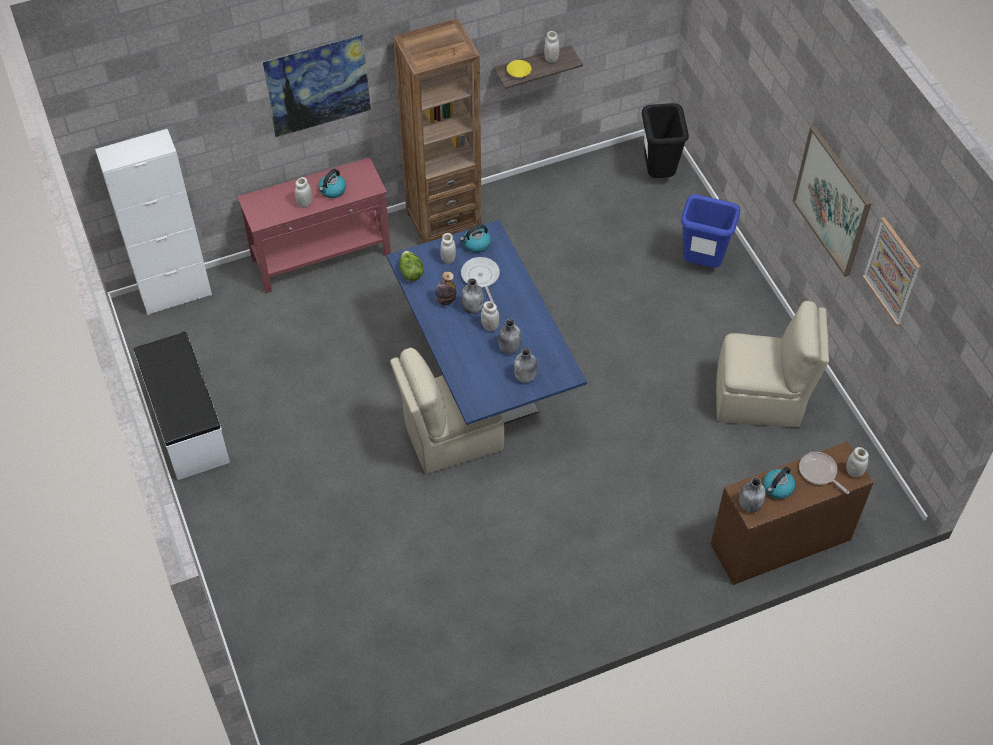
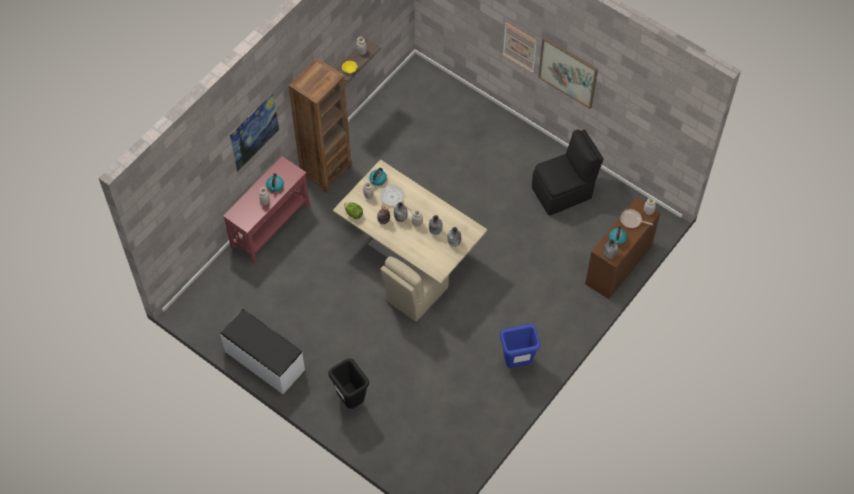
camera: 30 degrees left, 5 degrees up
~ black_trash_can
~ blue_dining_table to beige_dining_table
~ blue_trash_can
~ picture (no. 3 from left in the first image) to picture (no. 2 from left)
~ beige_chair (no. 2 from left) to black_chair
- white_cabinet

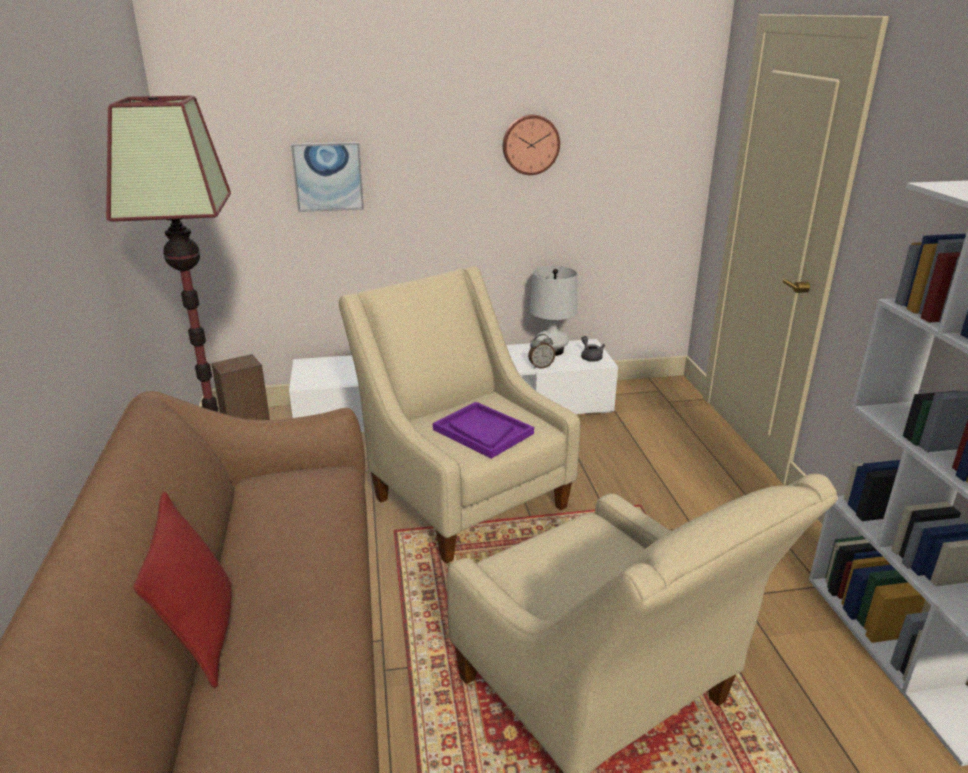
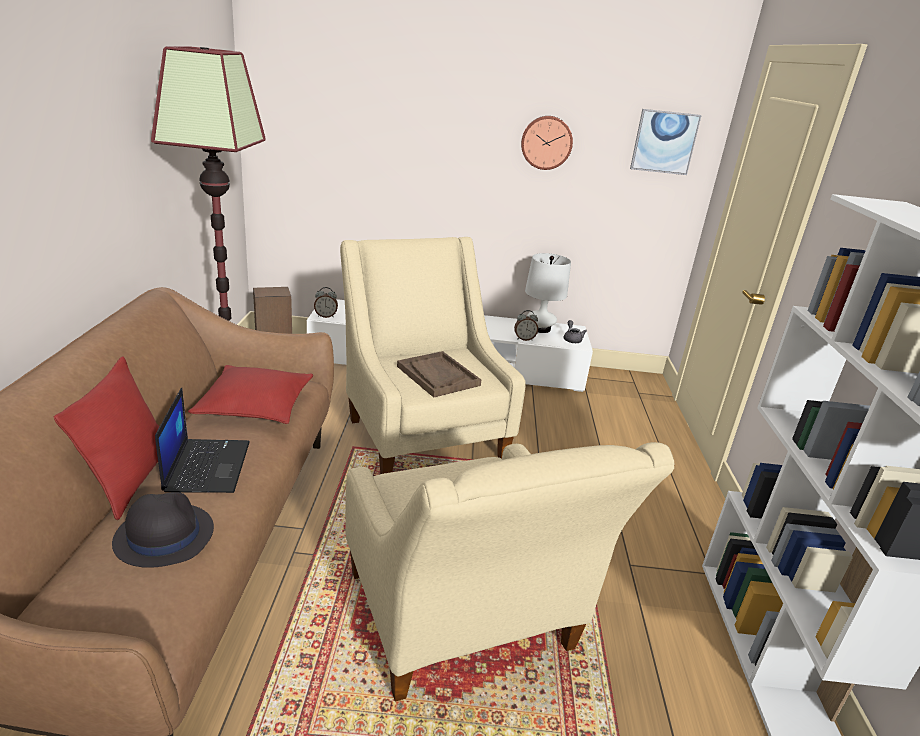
camera: 10 degrees right, 0 degrees up
+ black_hat
+ laptop
+ red_pillow (no. 2 from left)
+ alarm_clock (no. 1 from left)
~ purple_tray to brown_tray
~ picture

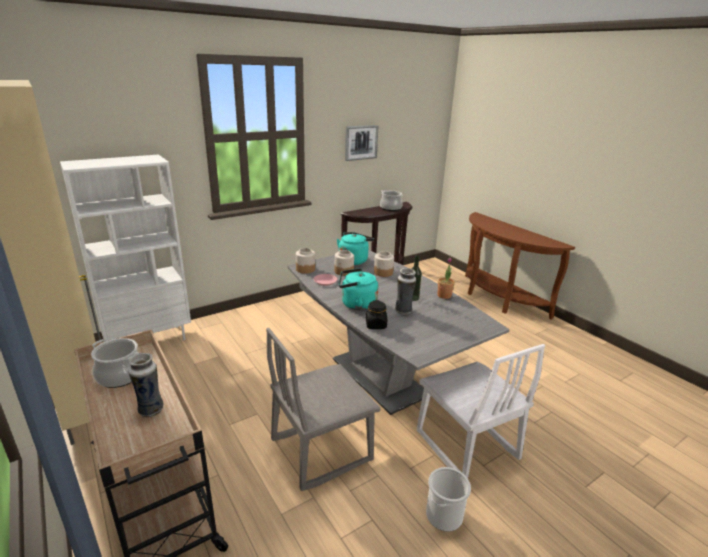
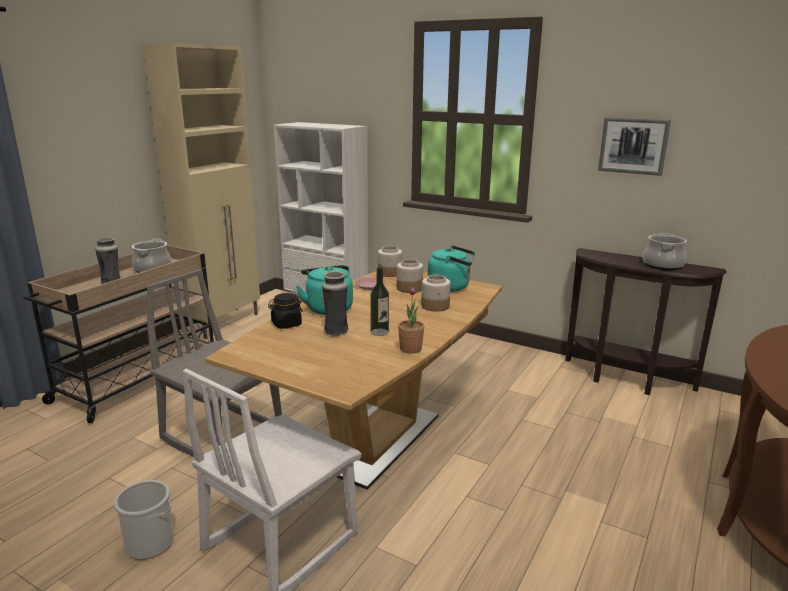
camera: 65 degrees right, 5 degrees down
~ grey_dining_table to brown_dining_table

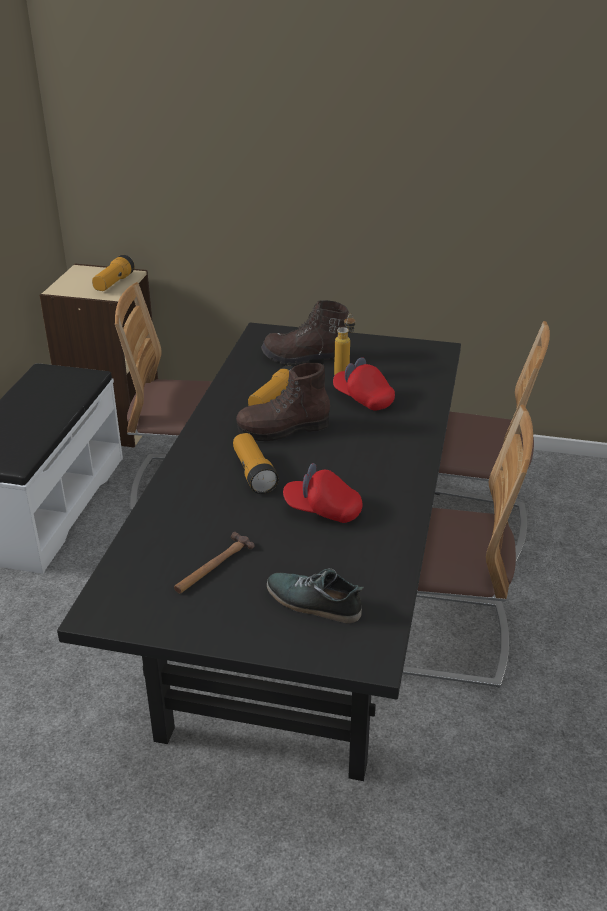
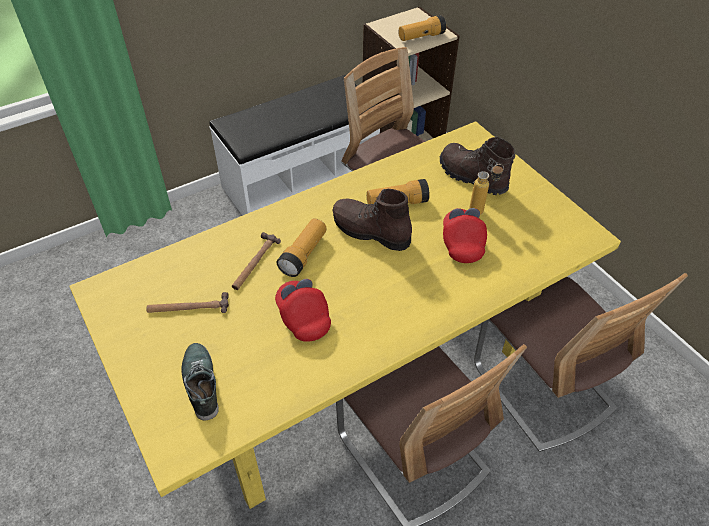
camera: 45 degrees right, 15 degrees up
~ black_dining_table to yellow_dining_table
+ hammer (no. 2 from left)

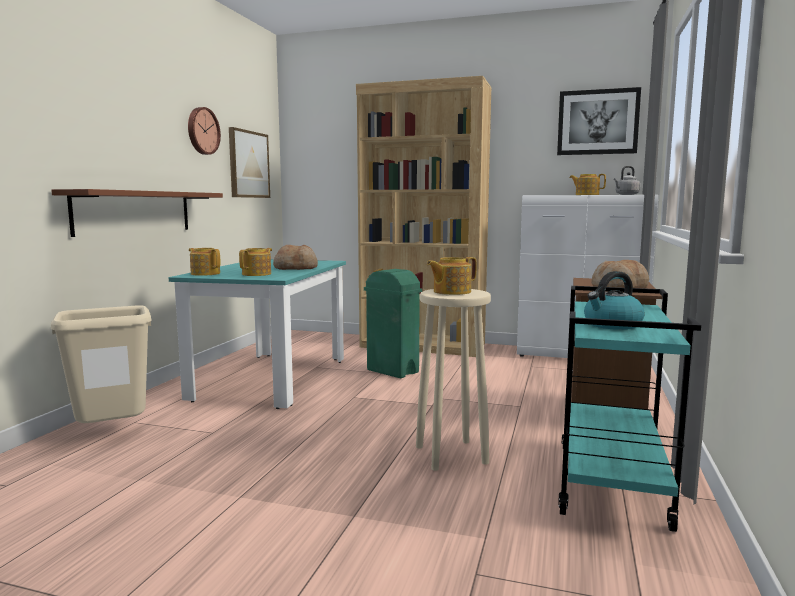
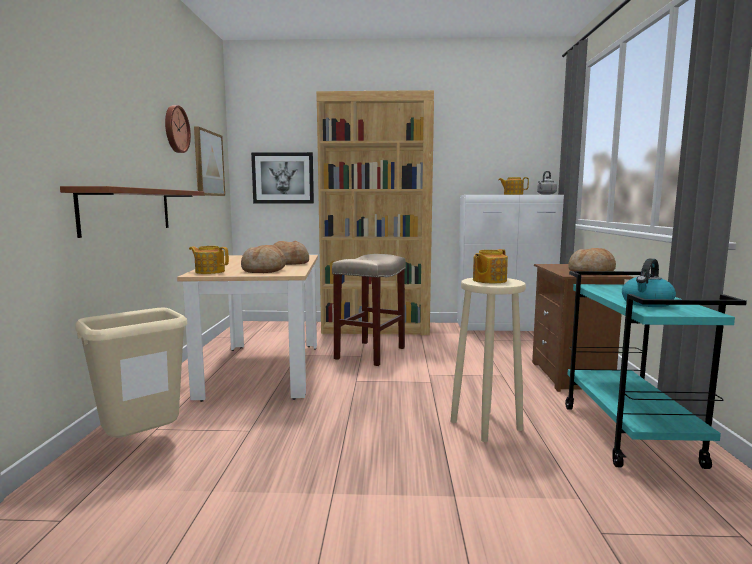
camera: 15 degrees left, 0 degrees up
~ turquoise_dining_table to beige_dining_table
~ teapot (no. 2 from left) to bread (no. 1 from left)
~ picture (no. 2 from left)
~ green_trash_can to beige_stool (no. 1 from left)

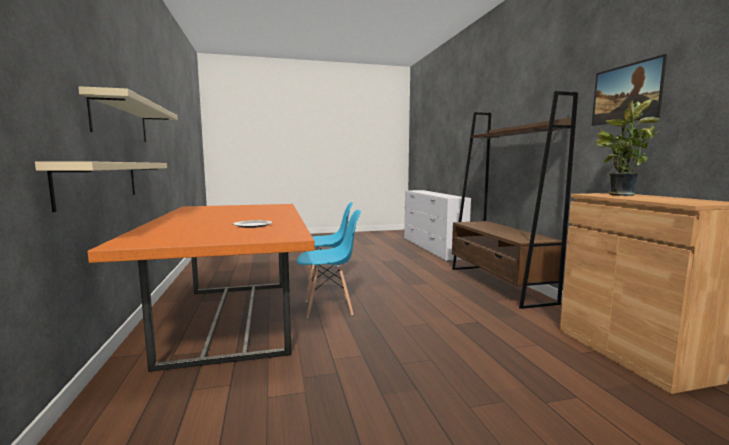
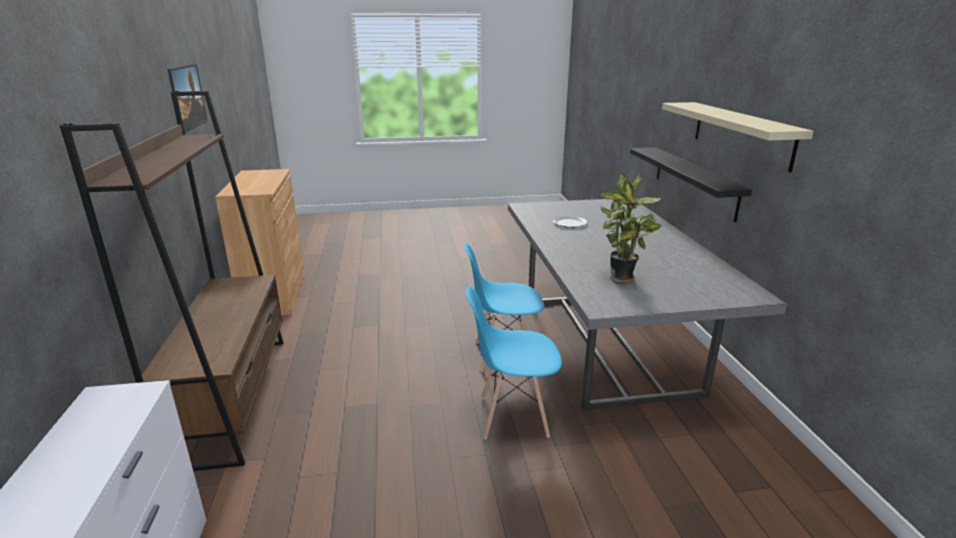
camera: 175 degrees left, 15 degrees up
~ orange_dining_table to grey_dining_table
~ potted_plant
~ beige_shelf (no. 1 from left) to black_shelf

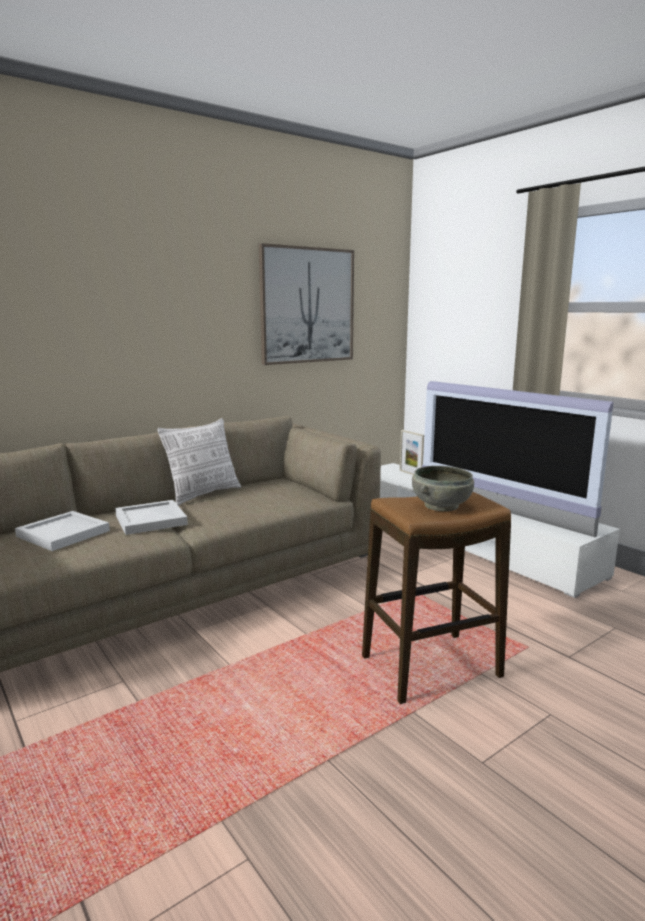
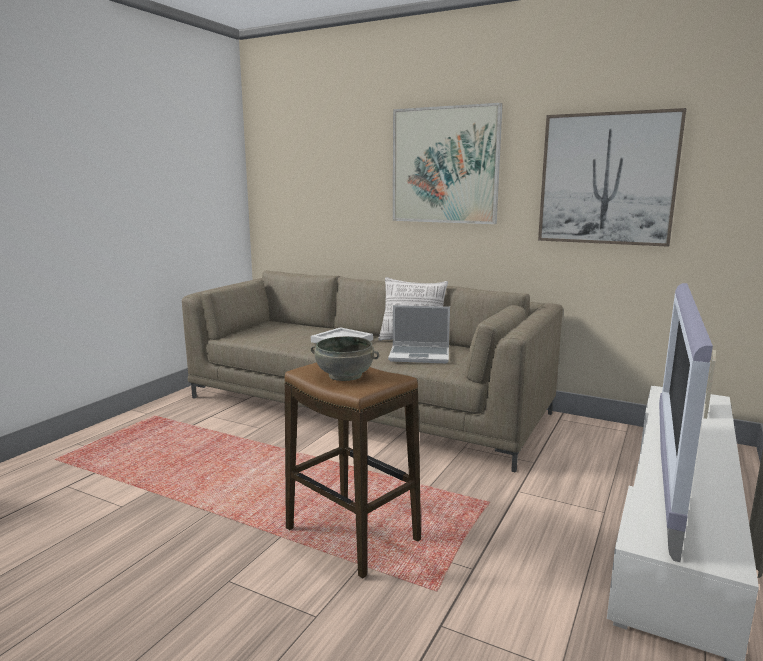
camera: 65 degrees right, 0 degrees up
+ laptop
+ picture (no. 1 from left)
- white_tray (no. 1 from left)

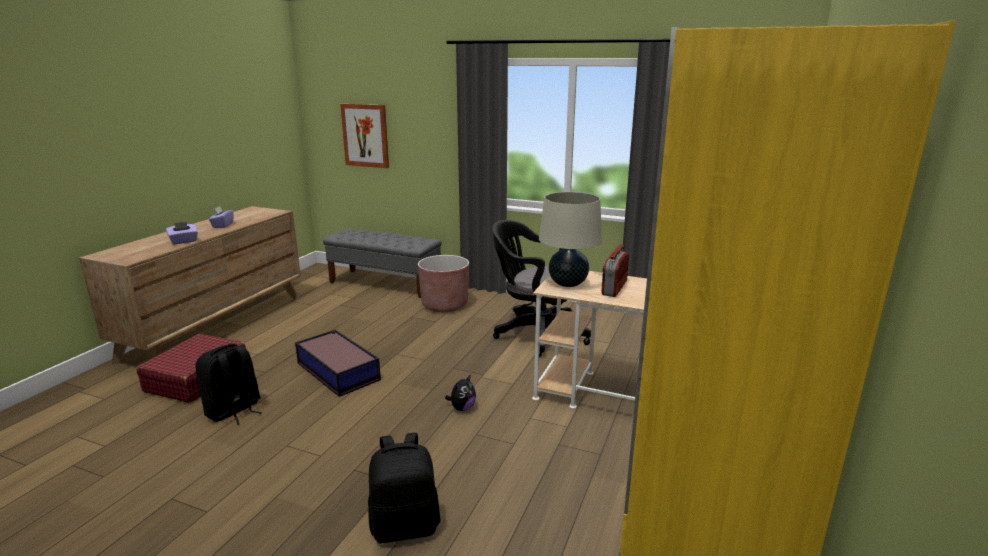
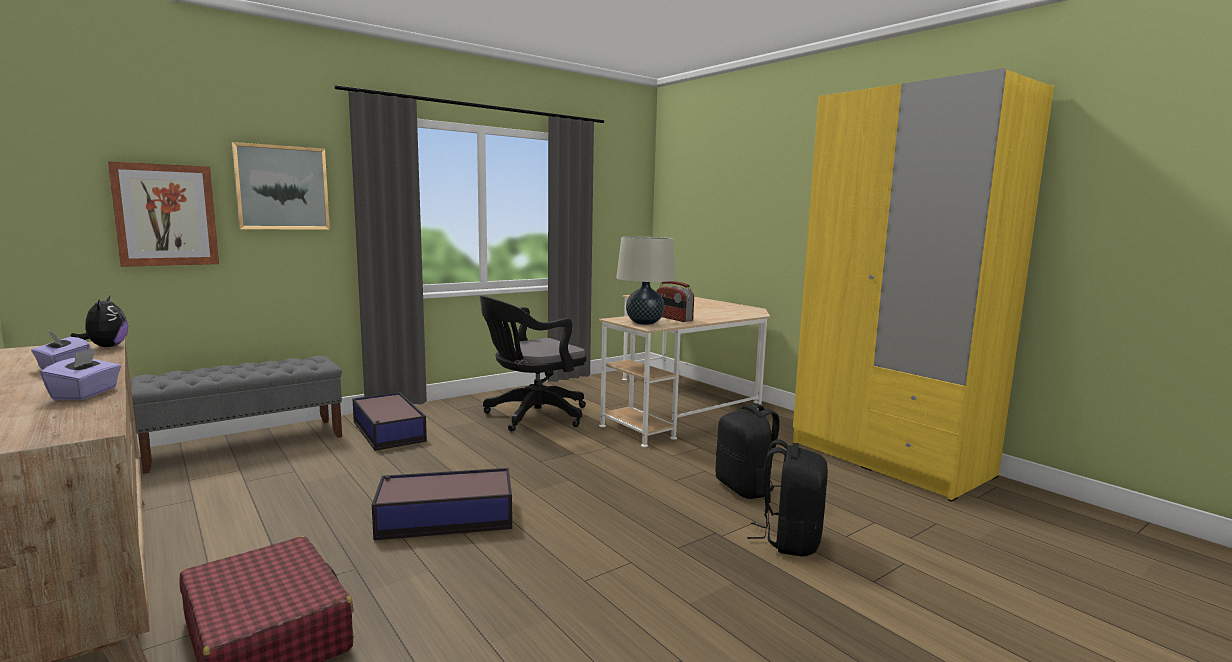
camera: 60 degrees left, 10 degrees down
~ plush_toy
+ picture (no. 2 from left)
~ brown_planter to storage_box (no. 1 from left)
~ black_backpack (no. 1 from left)

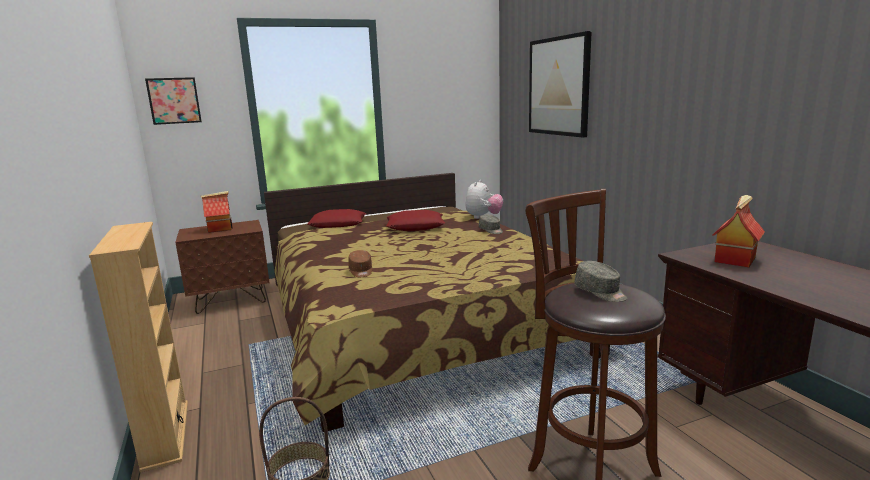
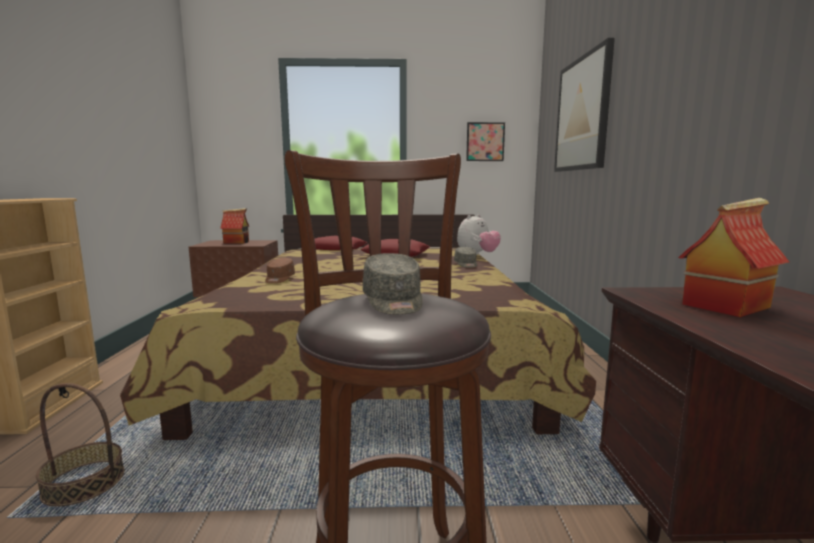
camera: 20 degrees right, 5 degrees down
~ picture (no. 1 from left)

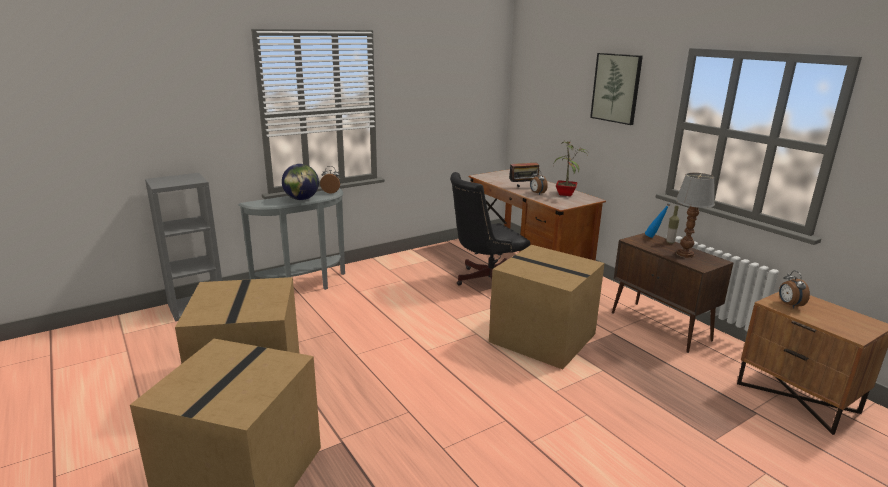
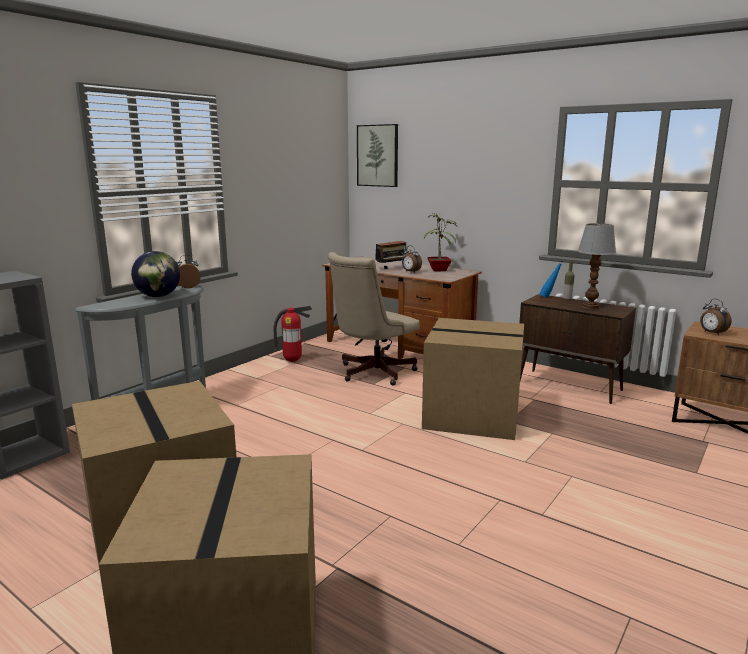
camera: 20 degrees left, 5 degrees down
+ fire_extinguisher
~ black_office_chair to beige_office_chair
~ picture

